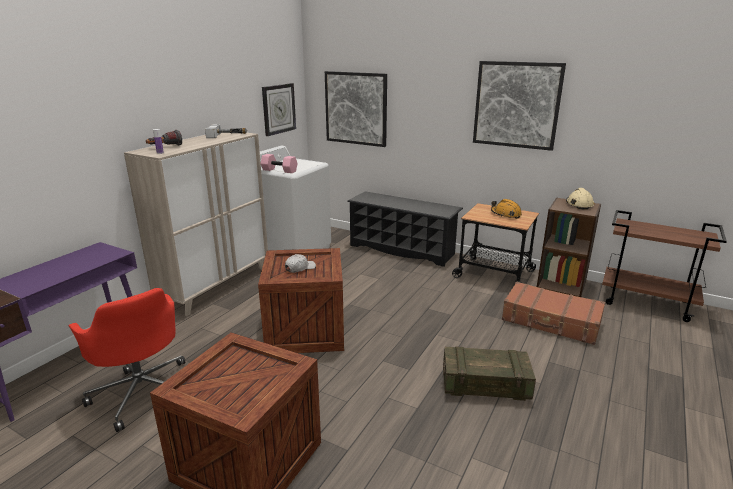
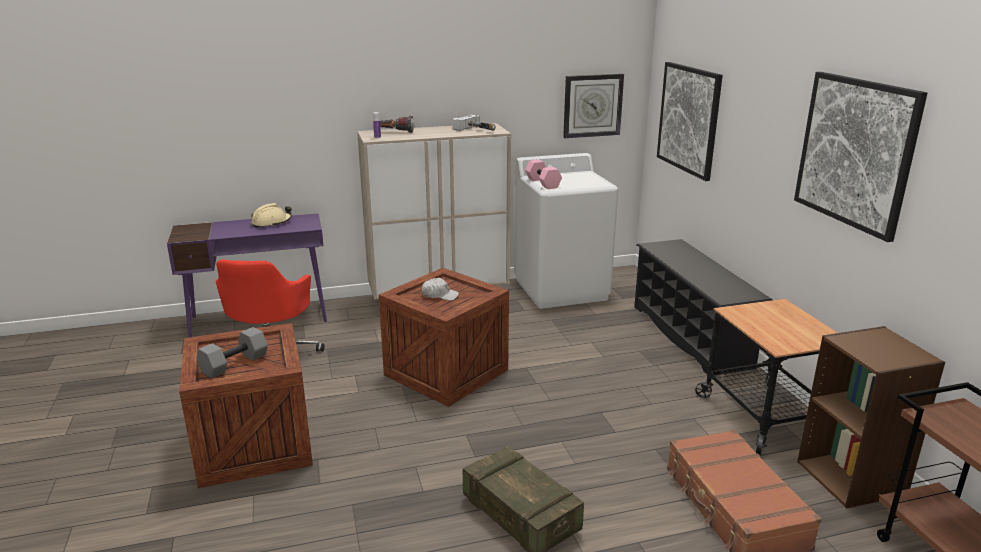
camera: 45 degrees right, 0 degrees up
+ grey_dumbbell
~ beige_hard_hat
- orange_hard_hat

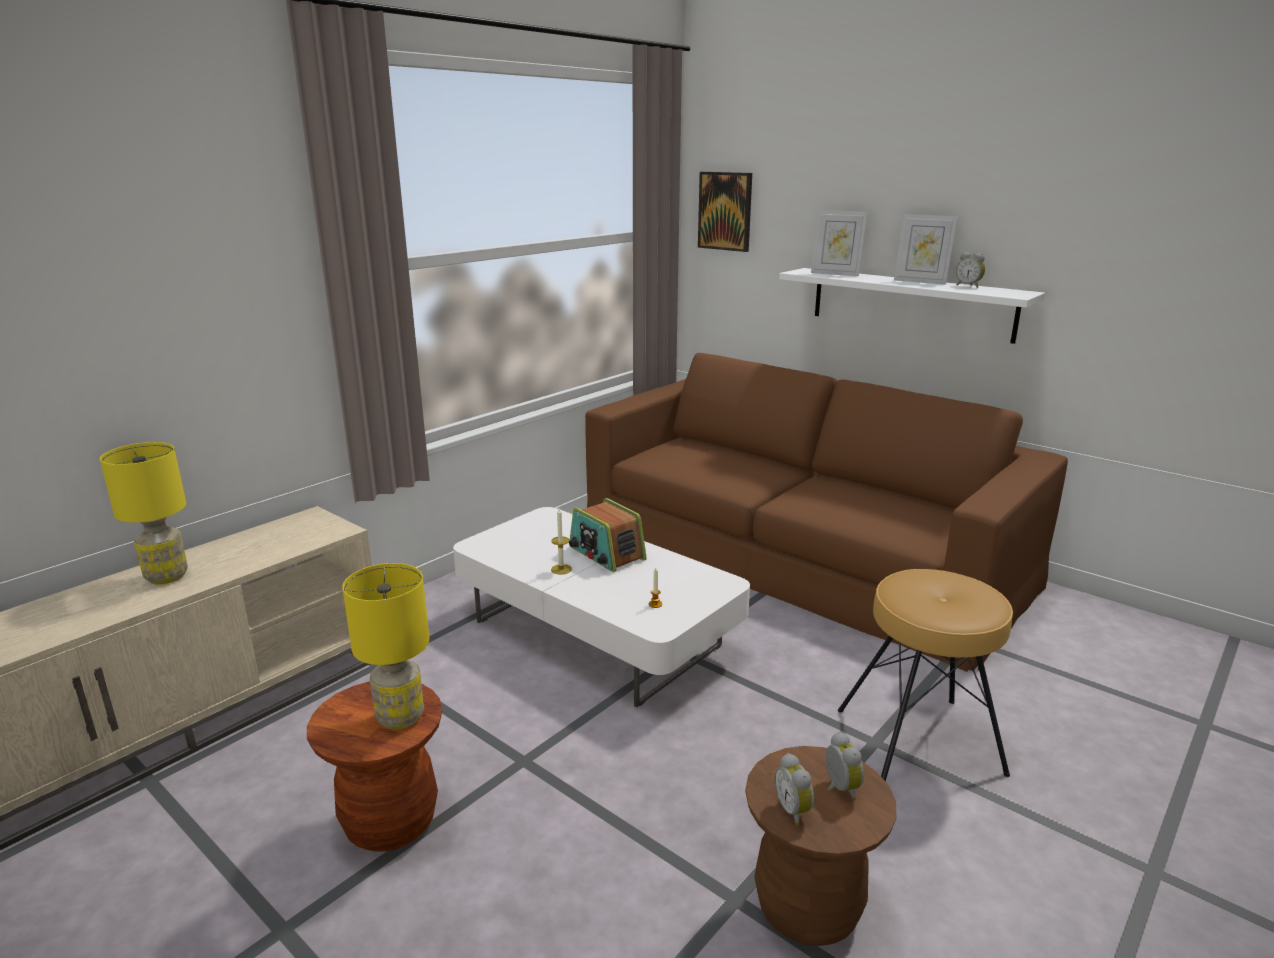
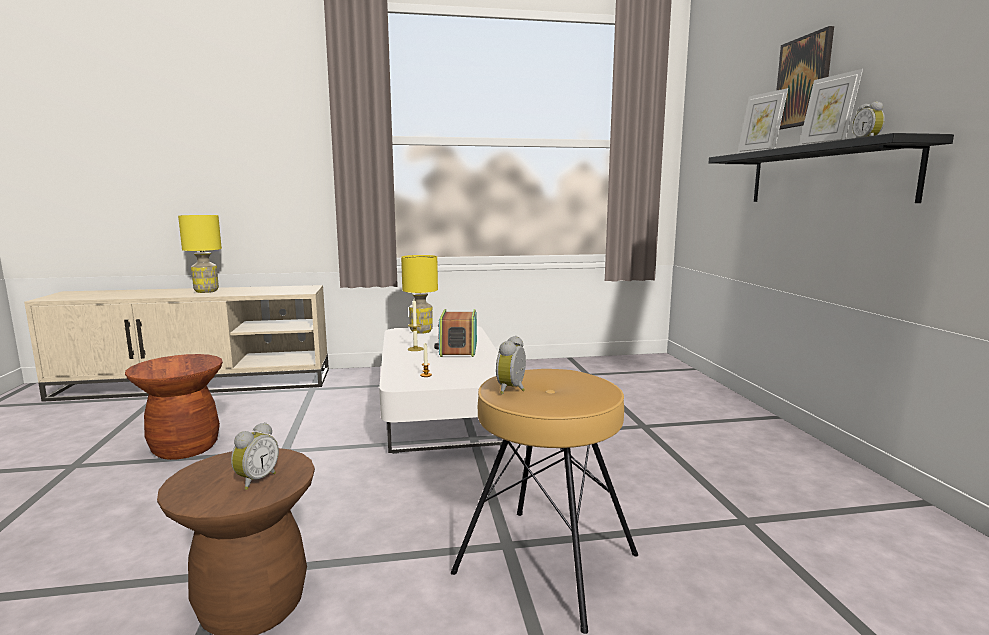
camera: 40 degrees right, 10 degrees down
~ yellow_table_lamp (no. 2 from left)
~ alarm_clock (no. 1 from left in the first image) to alarm_clock (no. 2 from left)
~ white_shelf to black_shelf
~ picture
- brown_sofa

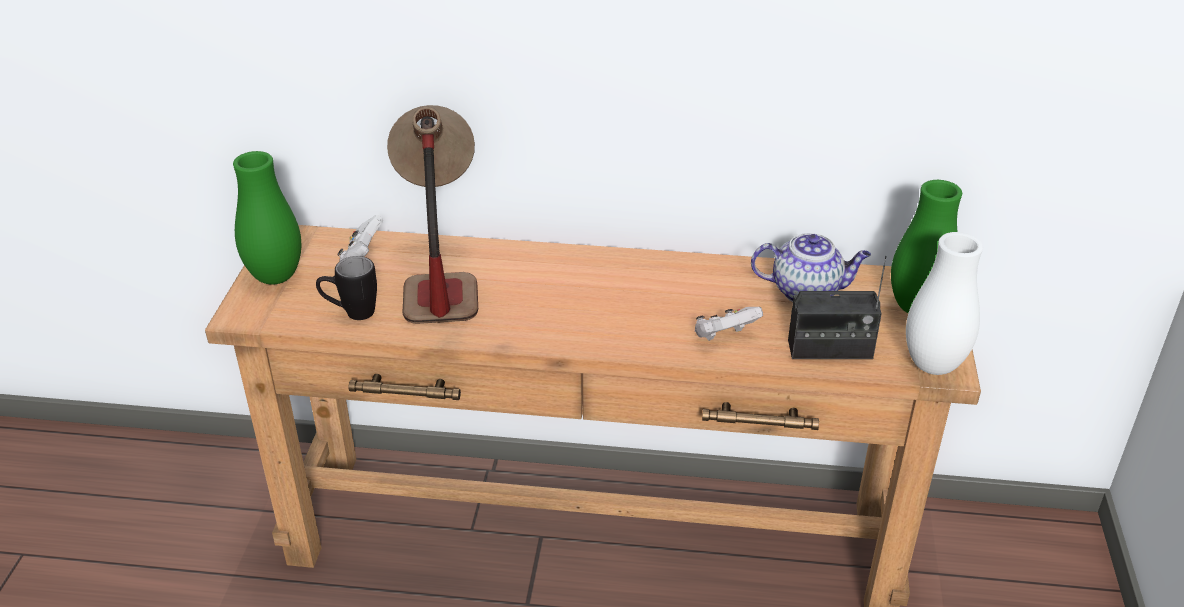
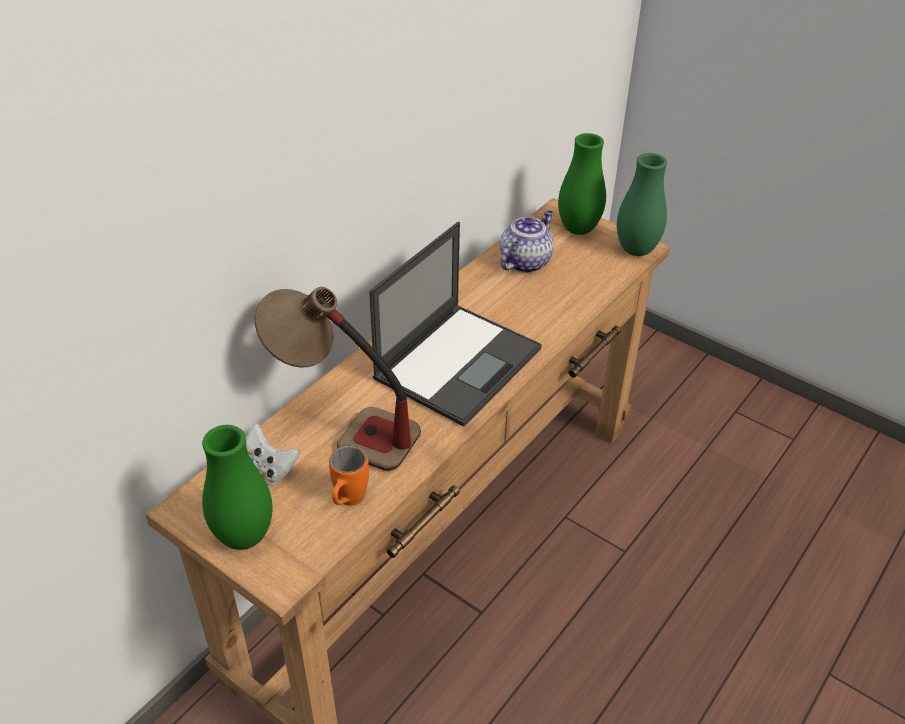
camera: 60 degrees left, 5 degrees up
~ black_mug to orange_mug
+ laptop
~ white_vase to green_vase (no. 3 from left)
- white_game_controller (no. 2 from left)
- radio

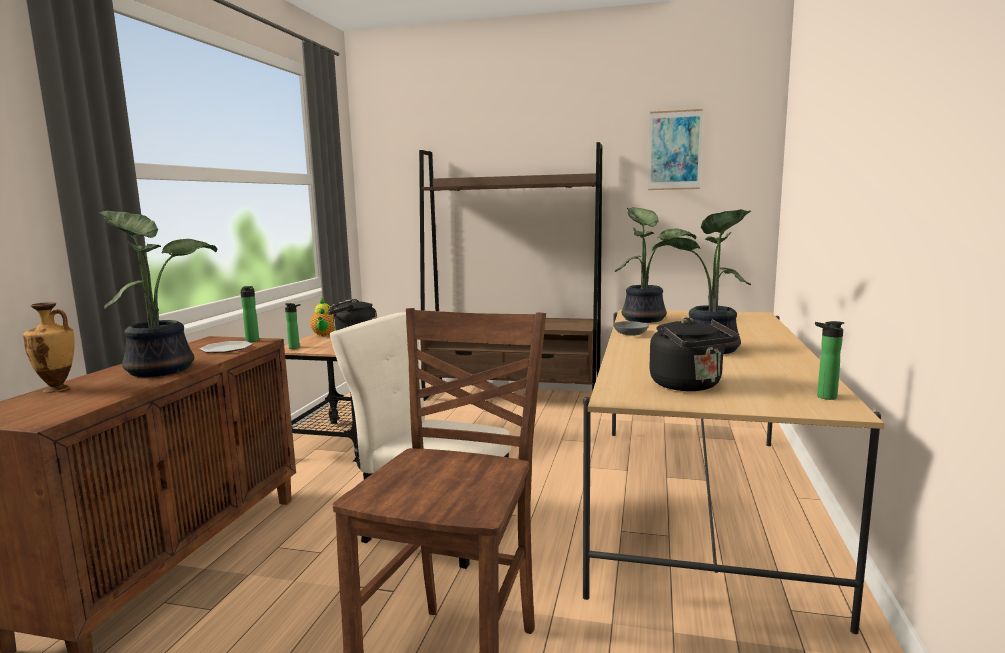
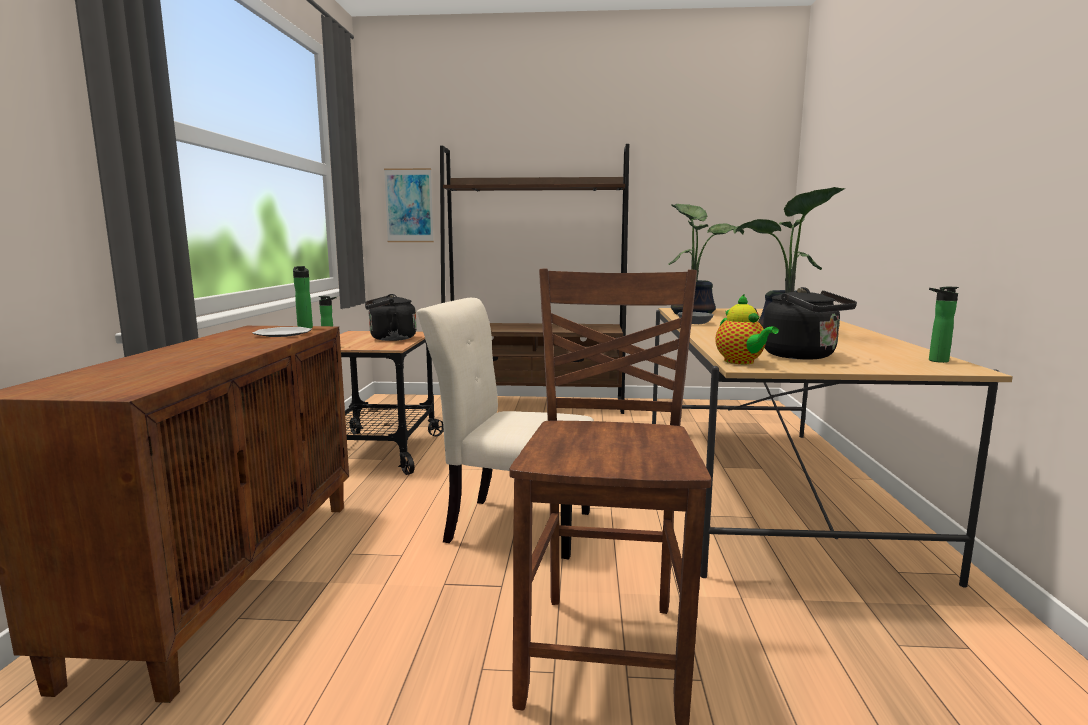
camera: 10 degrees left, 0 degrees up
~ picture
~ teapot
- vase
- potted_plant (no. 1 from left)

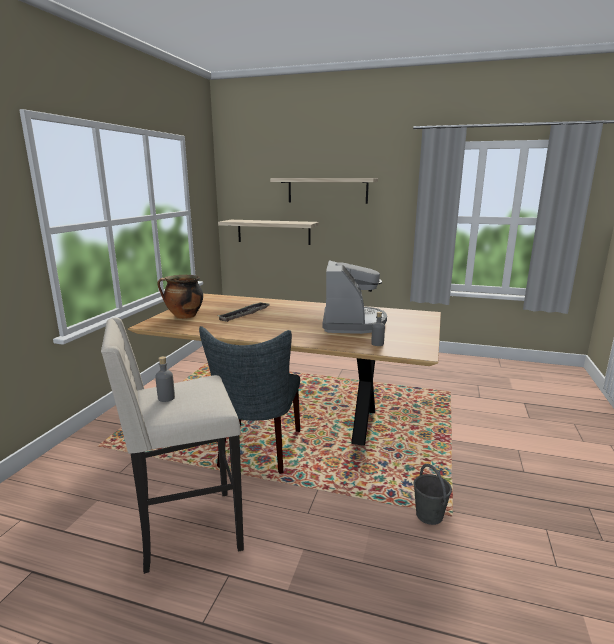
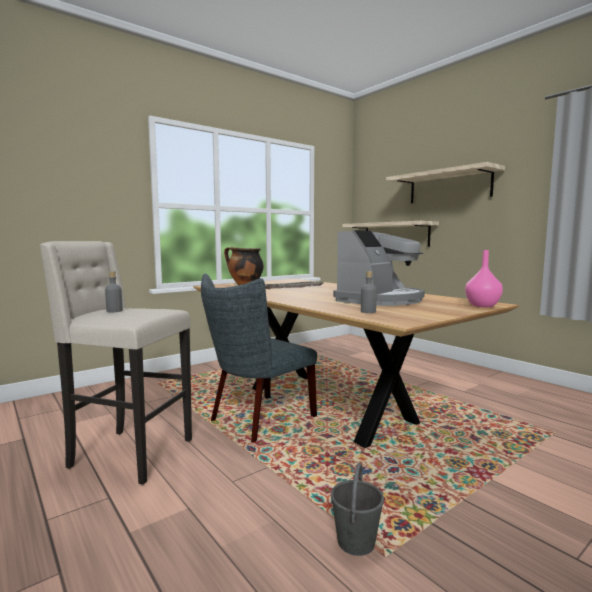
camera: 35 degrees right, 10 degrees down
+ pink_vase

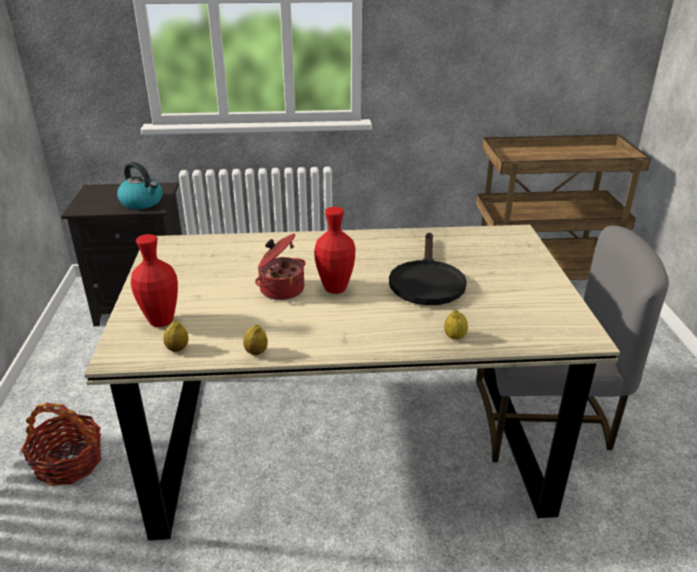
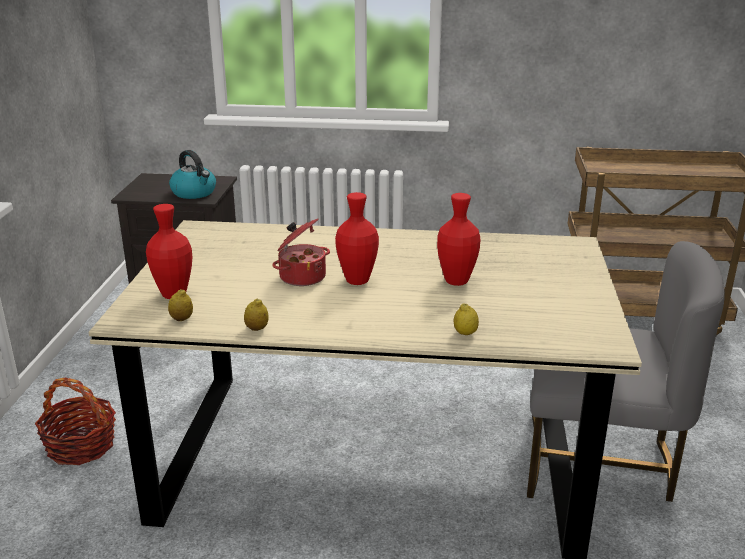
camera: 10 degrees right, 5 degrees down
~ black_frying_pan to red_vase (no. 3 from left)

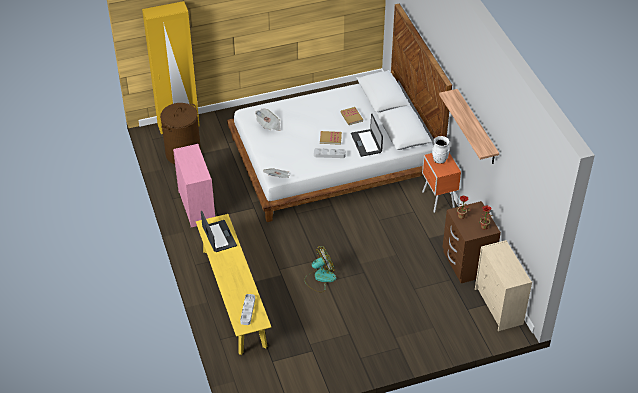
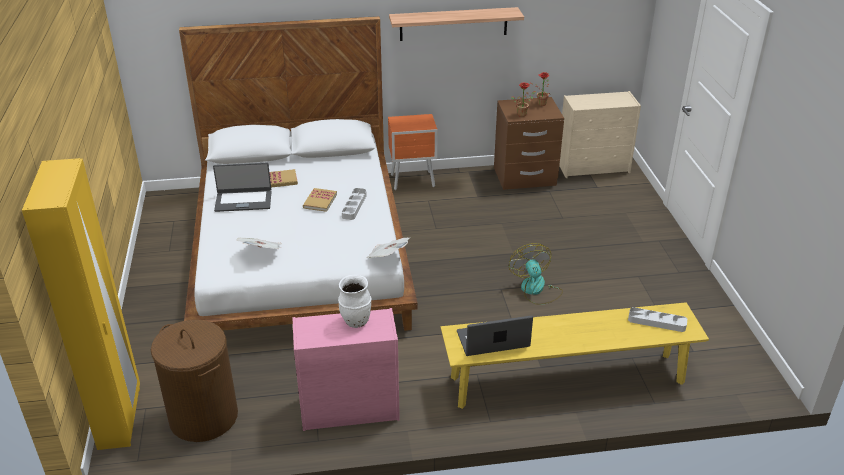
camera: 80 degrees left, 10 degrees down
~ laptop (no. 2 from left in the first image) to laptop (no. 1 from left)
~ white_vase

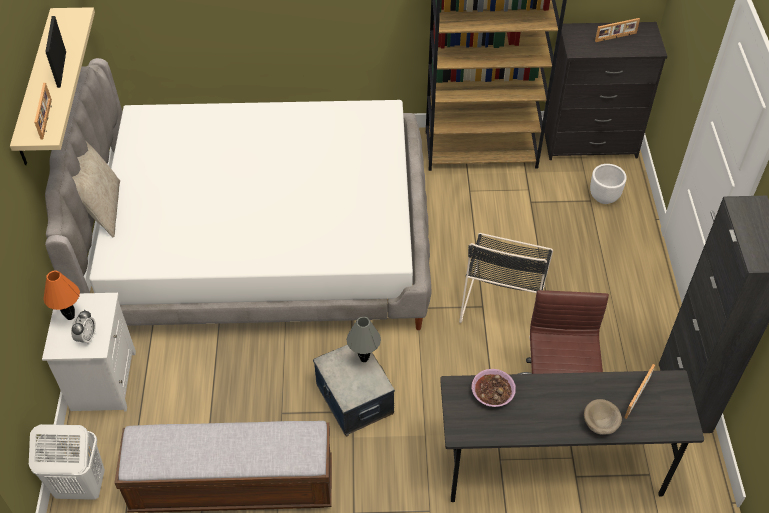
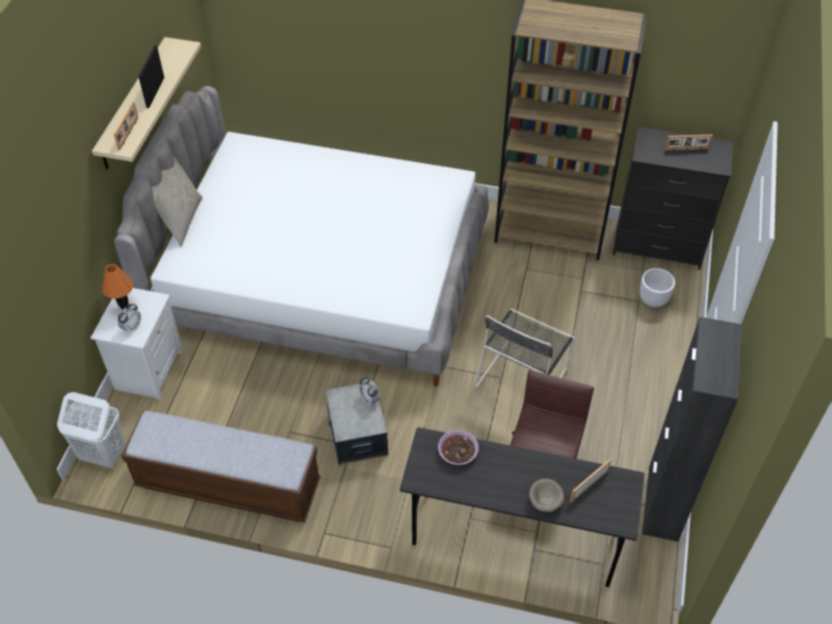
camera: 15 degrees right, 0 degrees up
~ grey_table_lamp to alarm_clock (no. 2 from left)

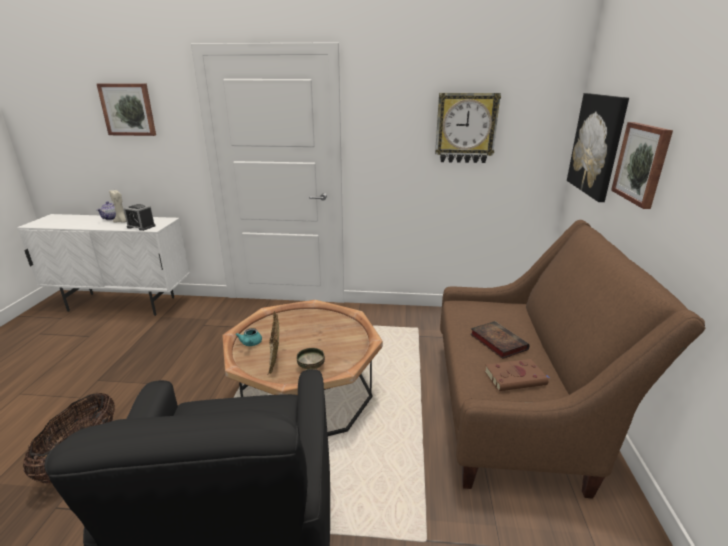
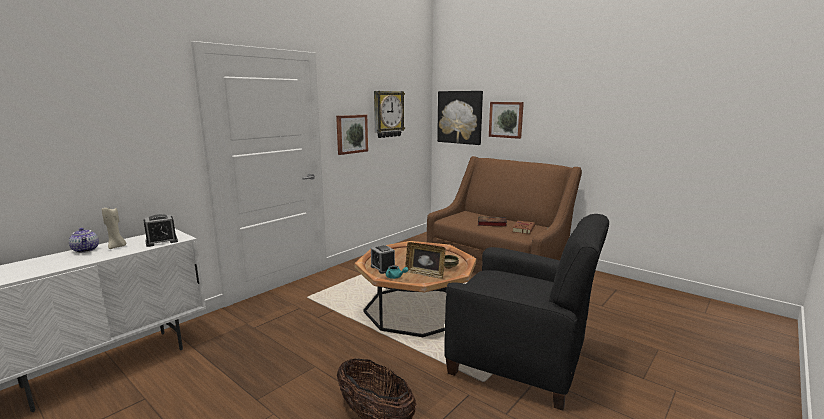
camera: 55 degrees left, 10 degrees down
~ picture (no. 1 from left)
+ alarm_clock (no. 2 from left)

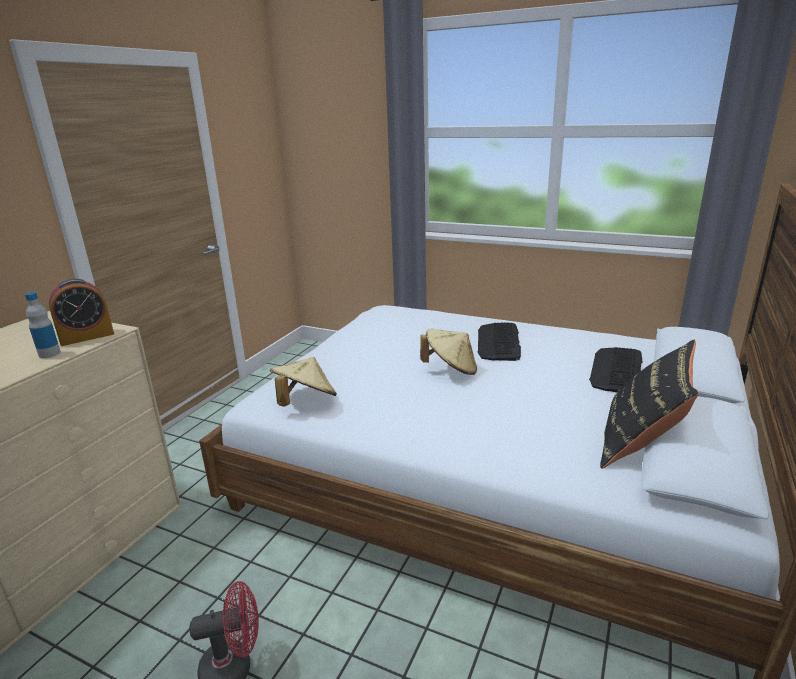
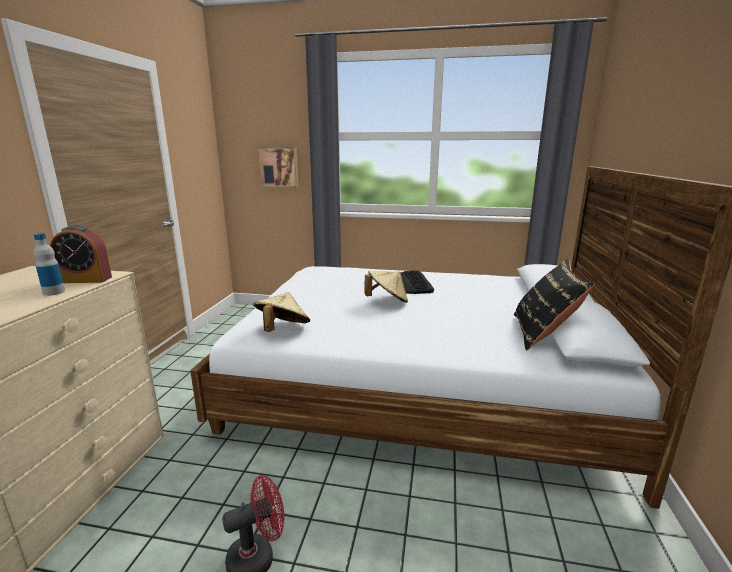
camera: 15 degrees left, 5 degrees down
~ alarm_clock 45 degrees clockwise
+ picture
- keyboard (no. 2 from left)

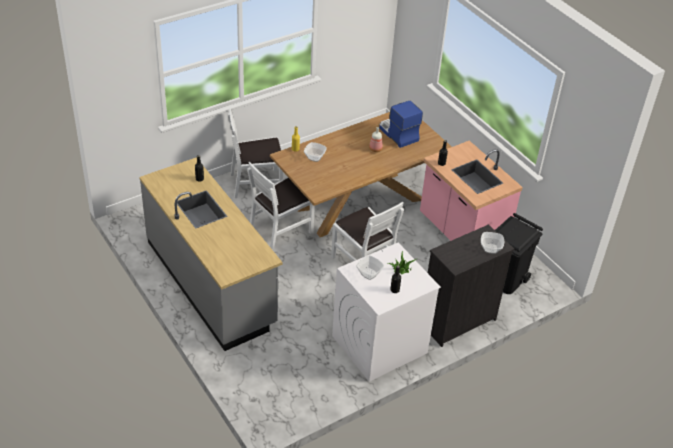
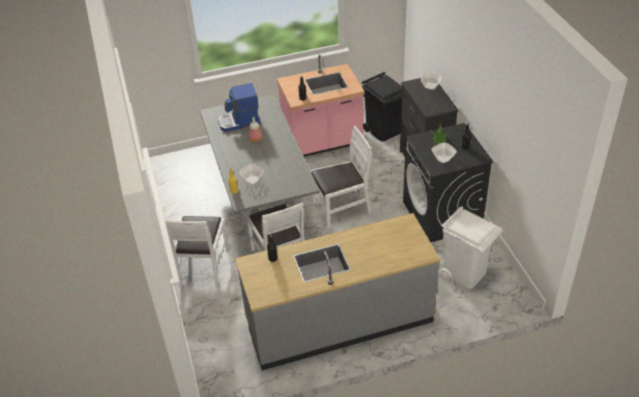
camera: 70 degrees left, 0 degrees up
~ brown_dining_table to grey_dining_table
~ white_washing_machine to black_washing_machine
+ white_trash_can

